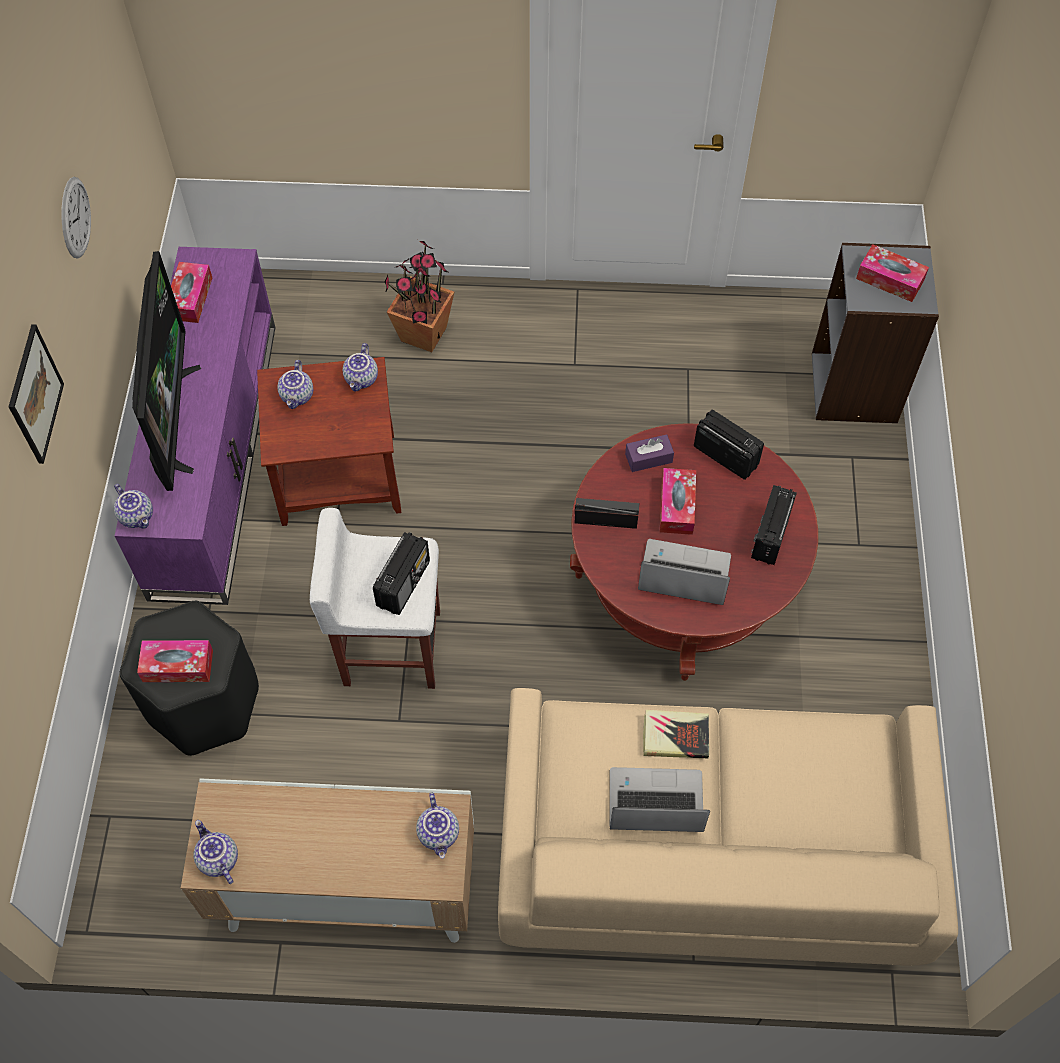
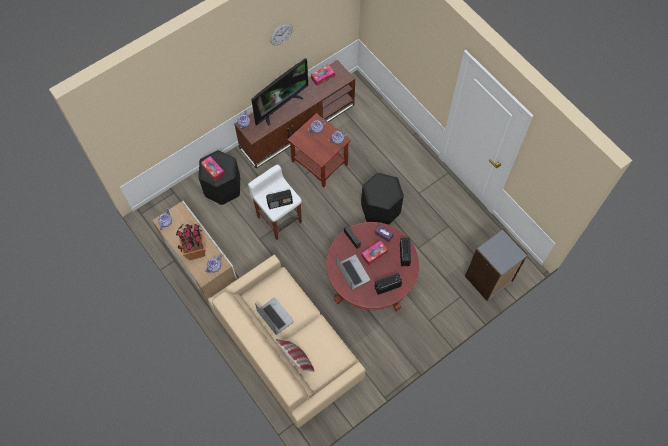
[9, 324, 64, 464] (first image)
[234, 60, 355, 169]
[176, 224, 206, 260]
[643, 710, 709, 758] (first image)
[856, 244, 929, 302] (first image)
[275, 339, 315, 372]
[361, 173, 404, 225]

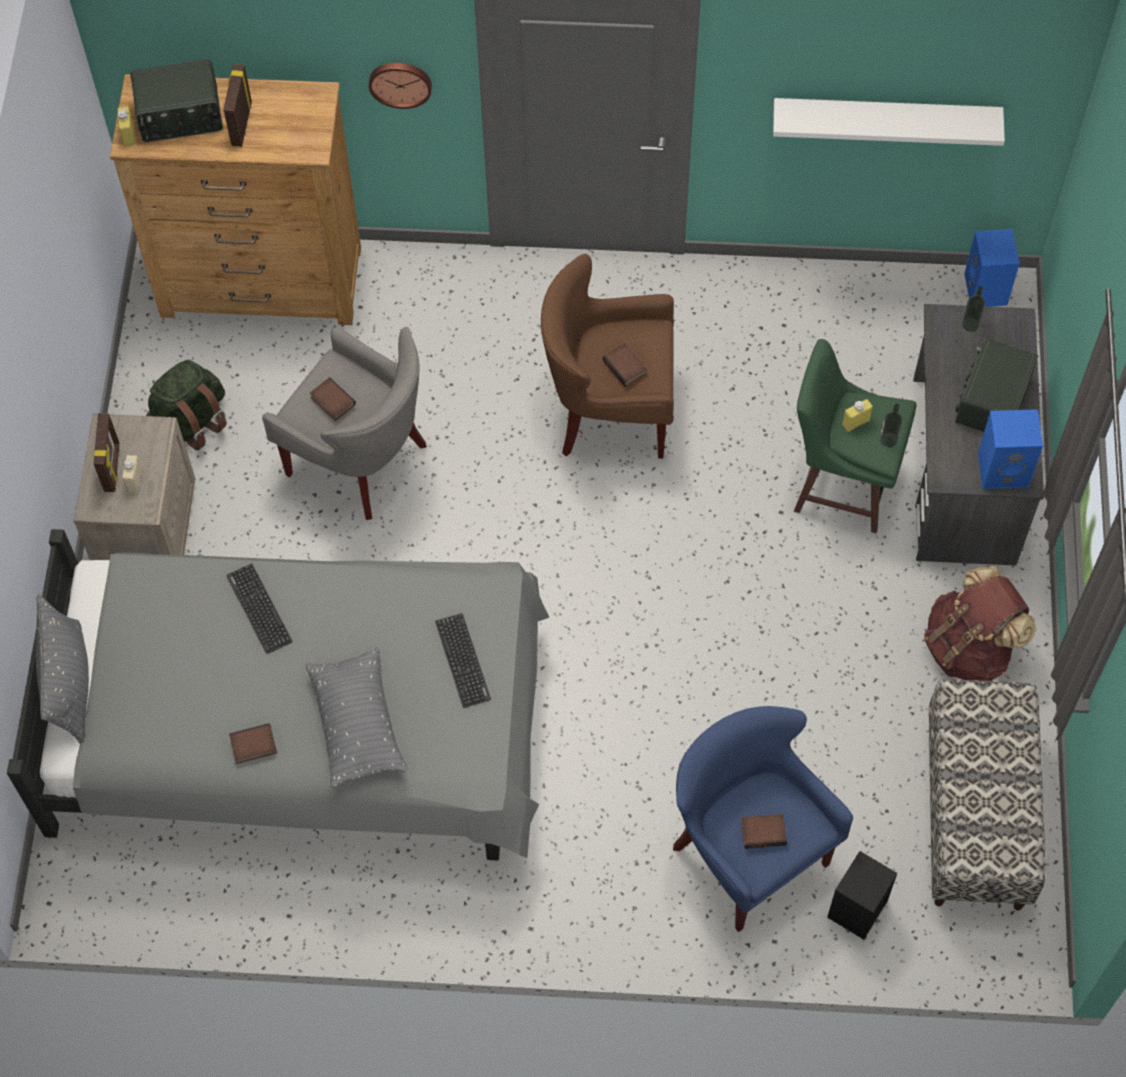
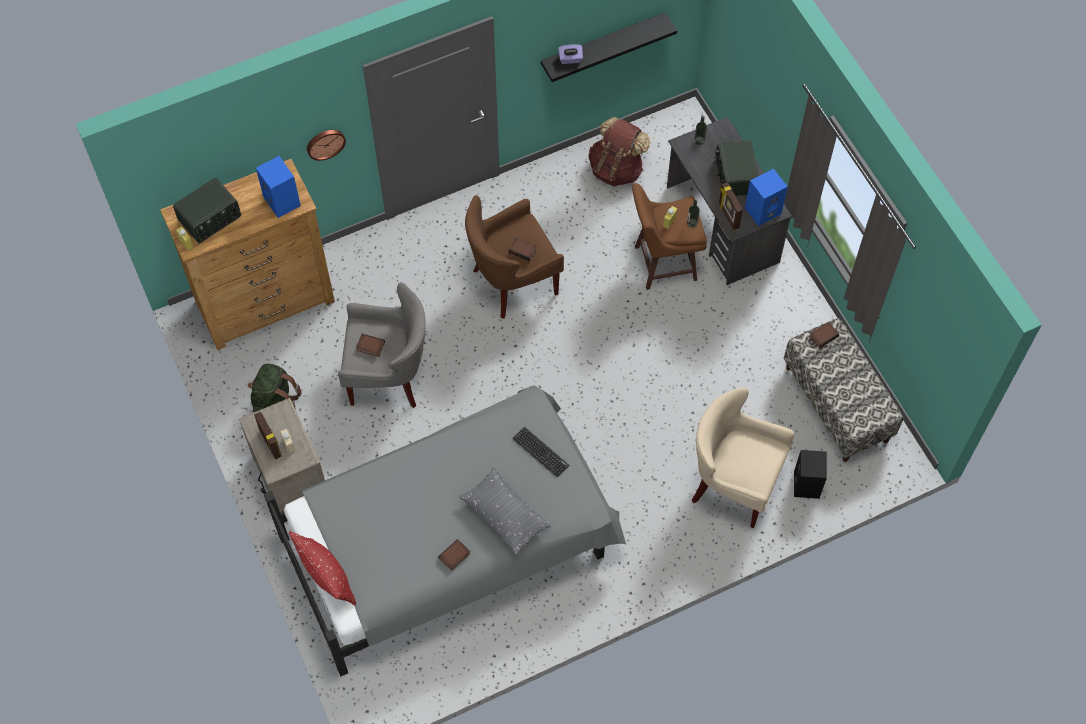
[289, 531, 356, 606]
[719, 182, 743, 230]
[226, 563, 293, 654] (first image)
[692, 387, 794, 528]
[809, 322, 839, 348]
[541, 12, 677, 82]
[632, 183, 707, 290]
[589, 117, 650, 186]
[256, 156, 301, 218]
[558, 44, 583, 64]

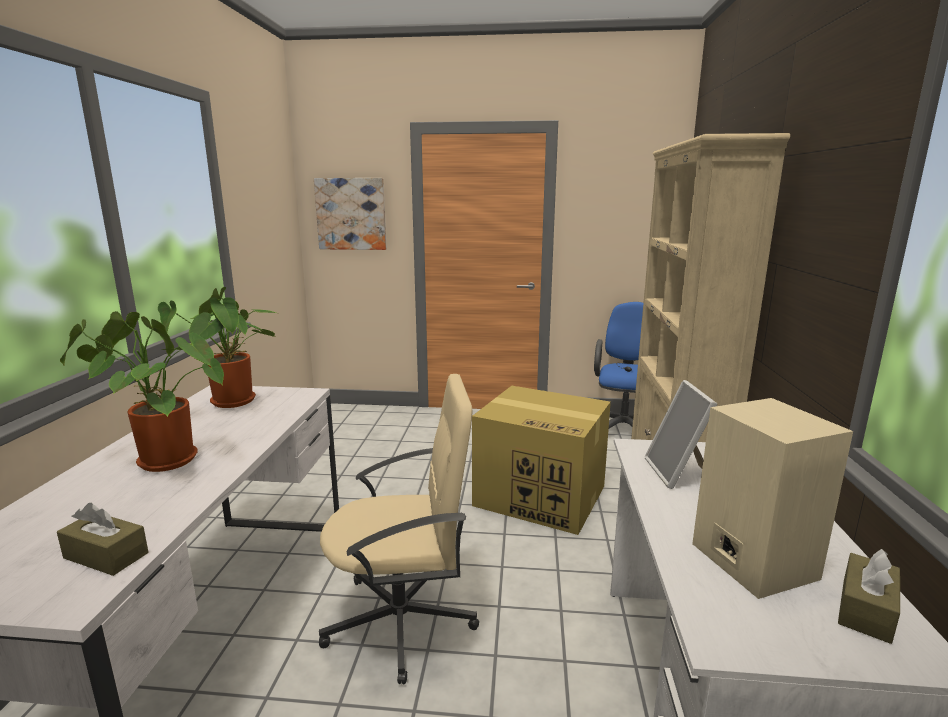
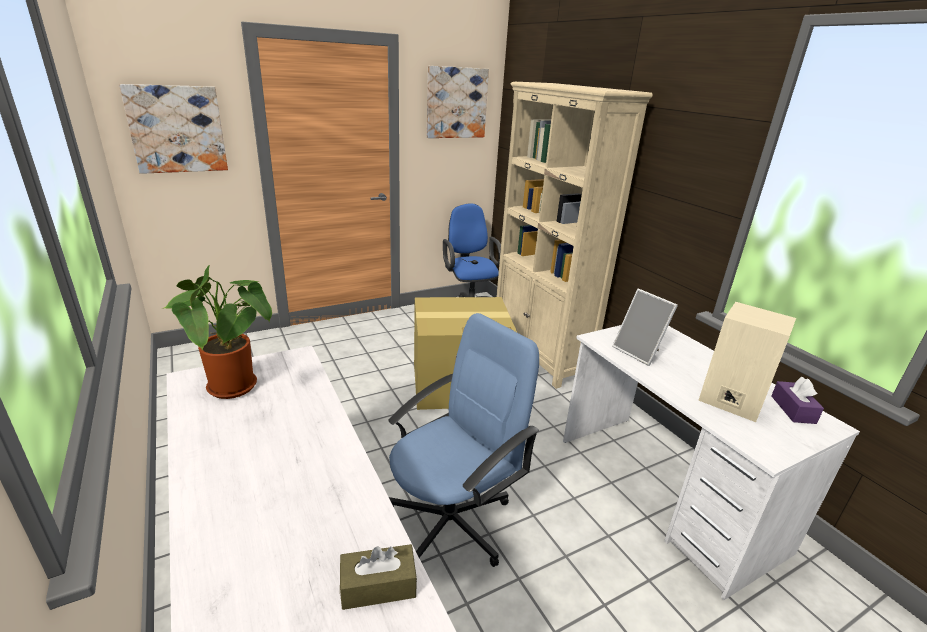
[60, 311, 224, 472] (first image)
[388, 313, 539, 567]
[771, 377, 824, 424]
[427, 66, 489, 138]

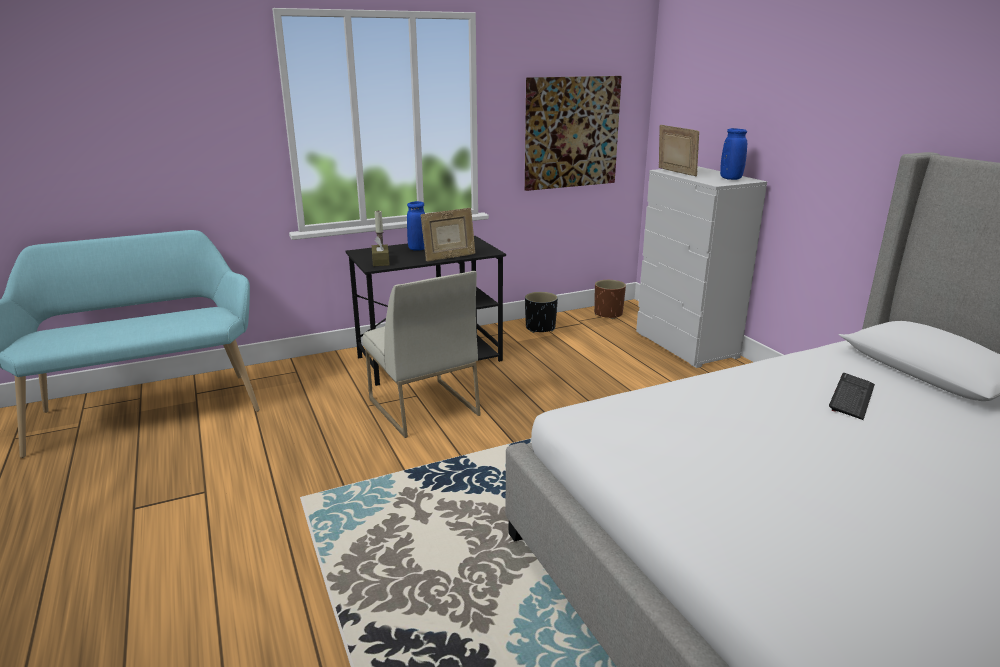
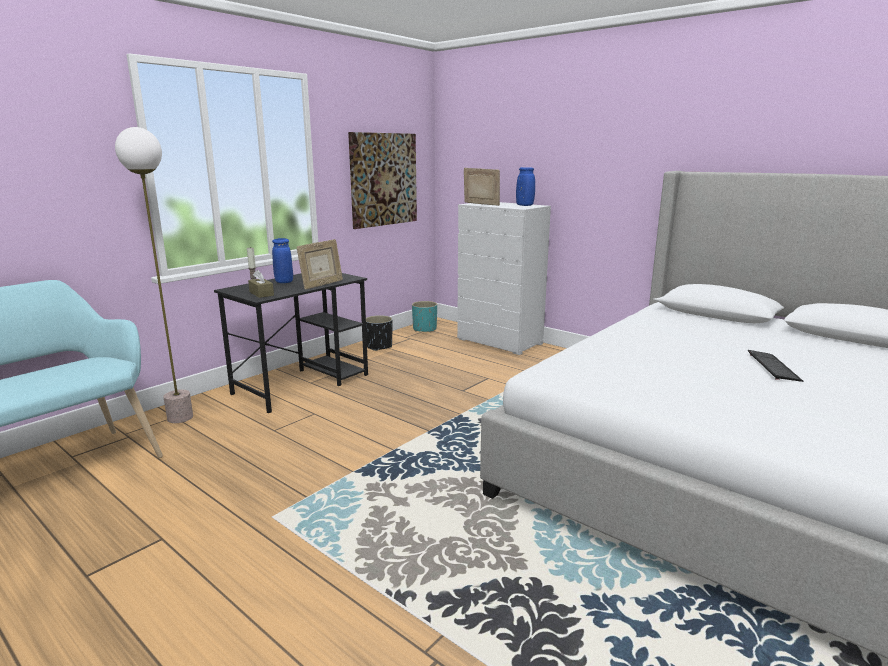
[363, 271, 481, 438] (first image)
[412, 301, 437, 333]
[748, 350, 804, 382]
[115, 127, 193, 423]

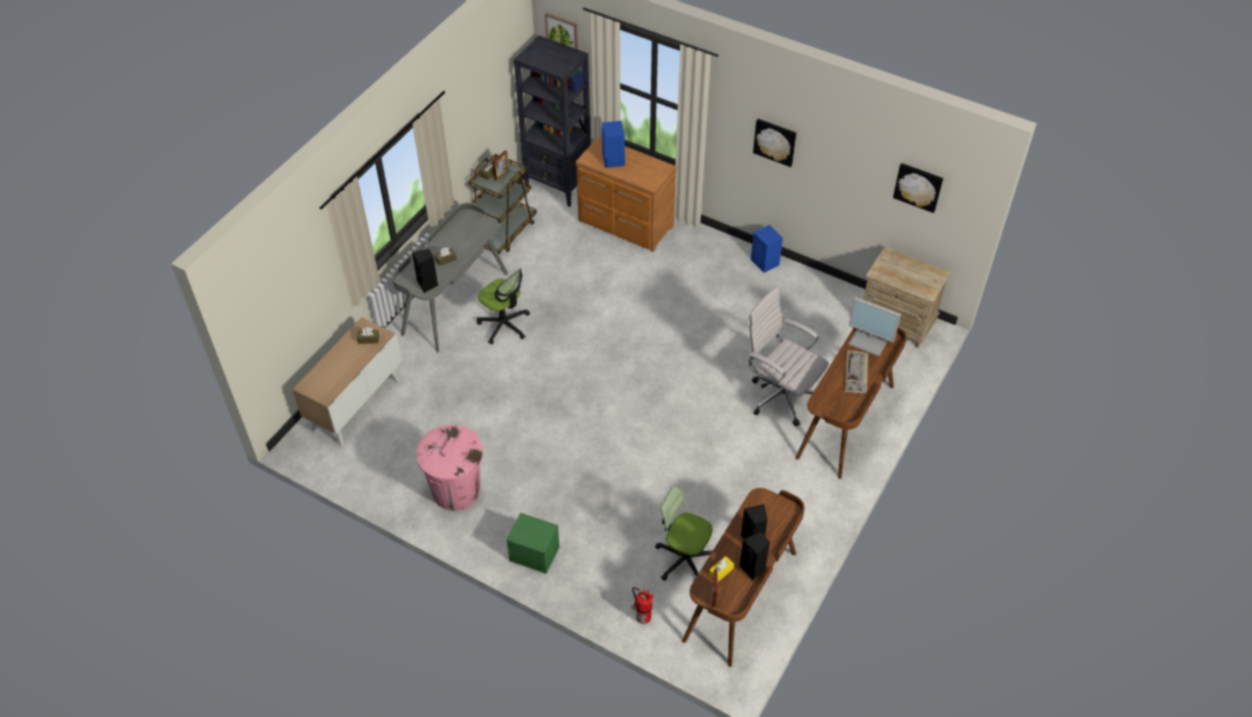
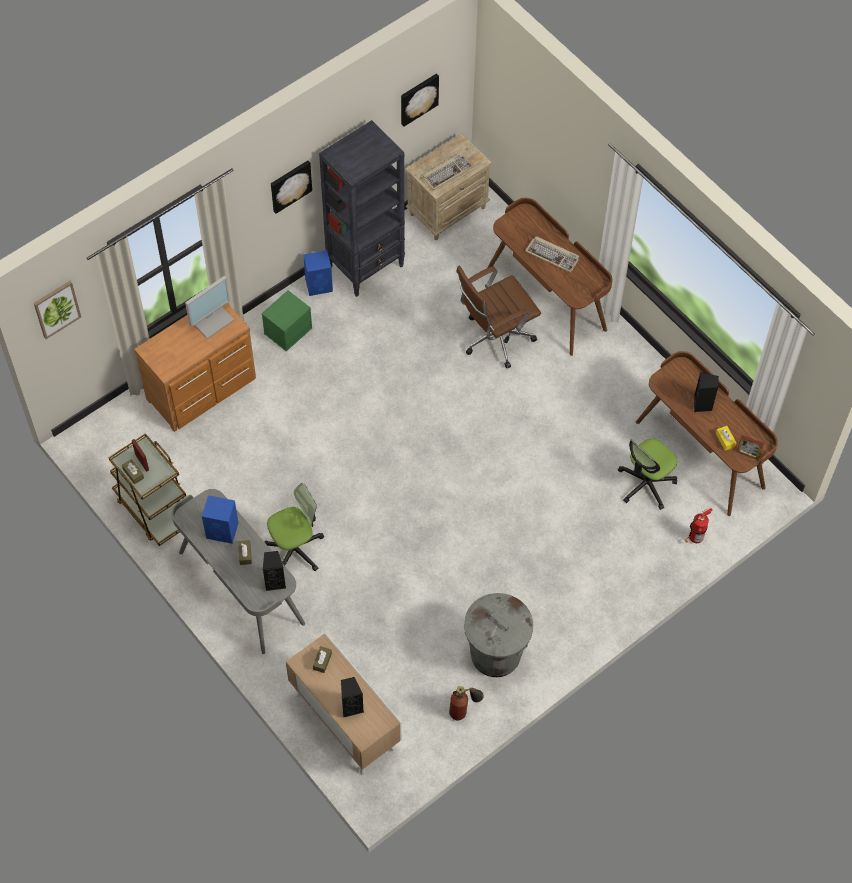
[464, 593, 533, 677]
[261, 290, 312, 351]
[319, 120, 405, 297]
[202, 495, 239, 544]
[341, 677, 364, 718]
[456, 265, 541, 369]
[185, 276, 234, 339]
[423, 153, 474, 190]
[449, 686, 484, 720]

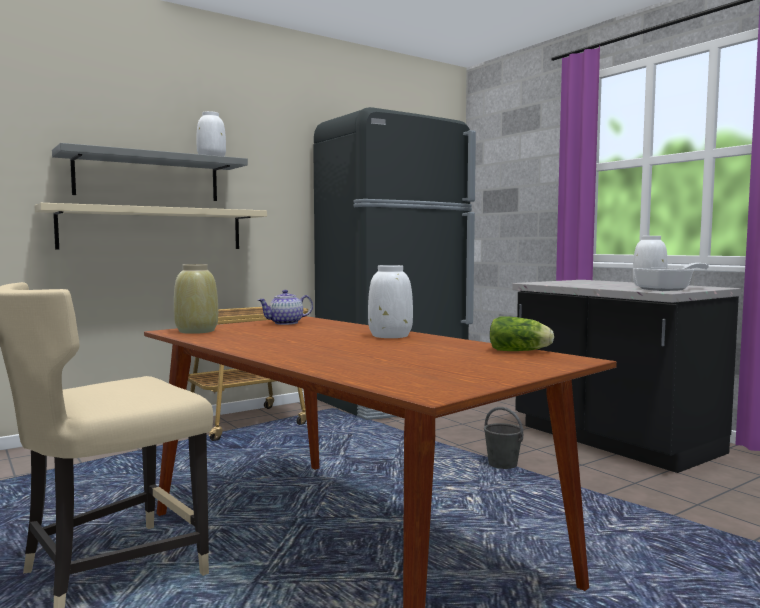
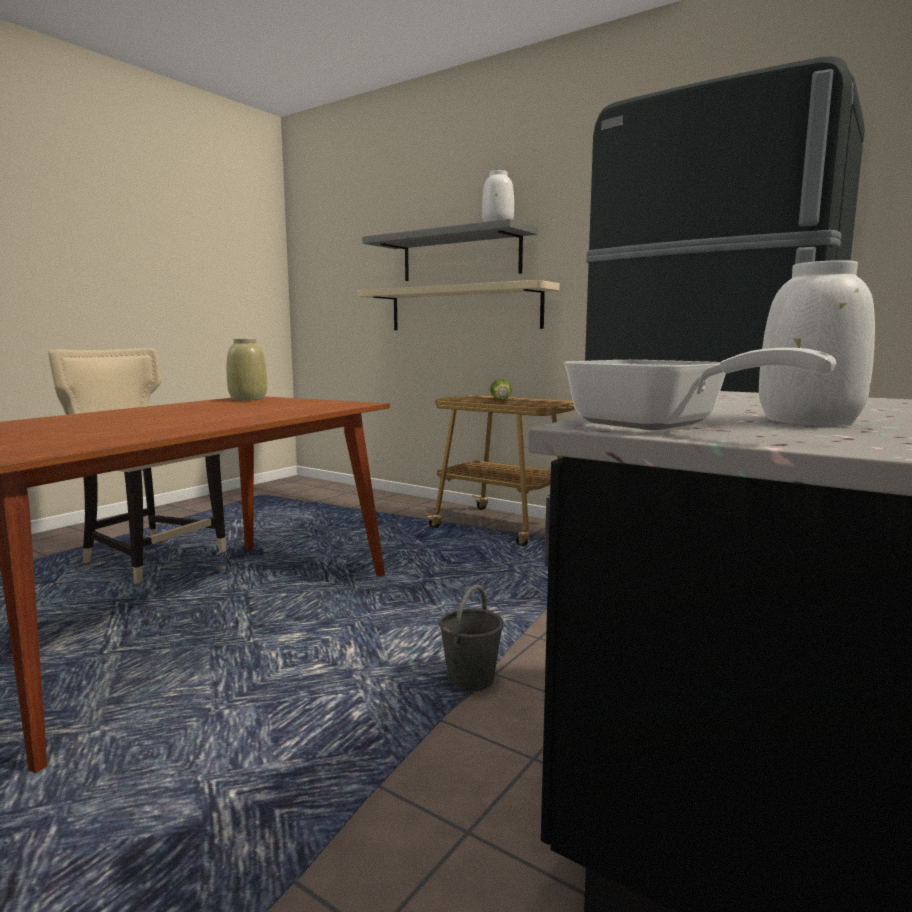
[258, 290, 313, 325] (first image)
[368, 265, 413, 338] (first image)
[490, 379, 512, 400]

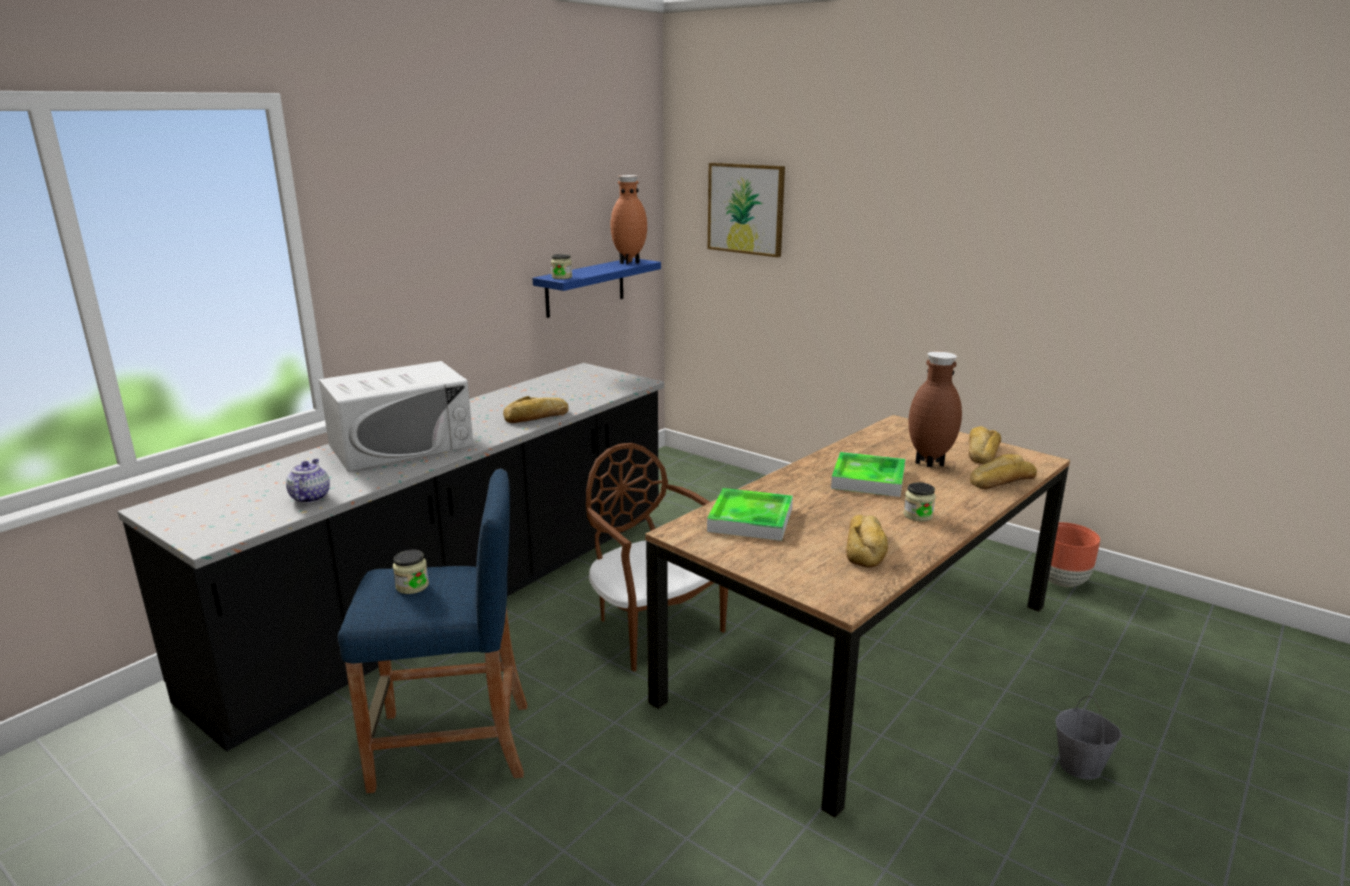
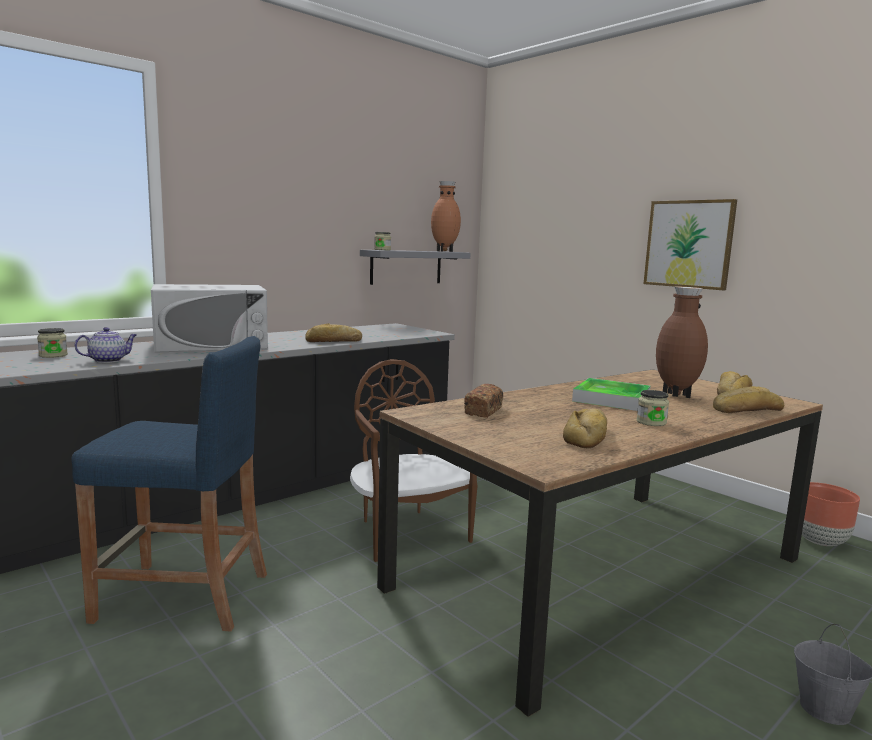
[74, 327, 137, 363]
[37, 328, 68, 358]
[360, 250, 471, 285]
[464, 384, 503, 418]
[643, 199, 737, 290]

